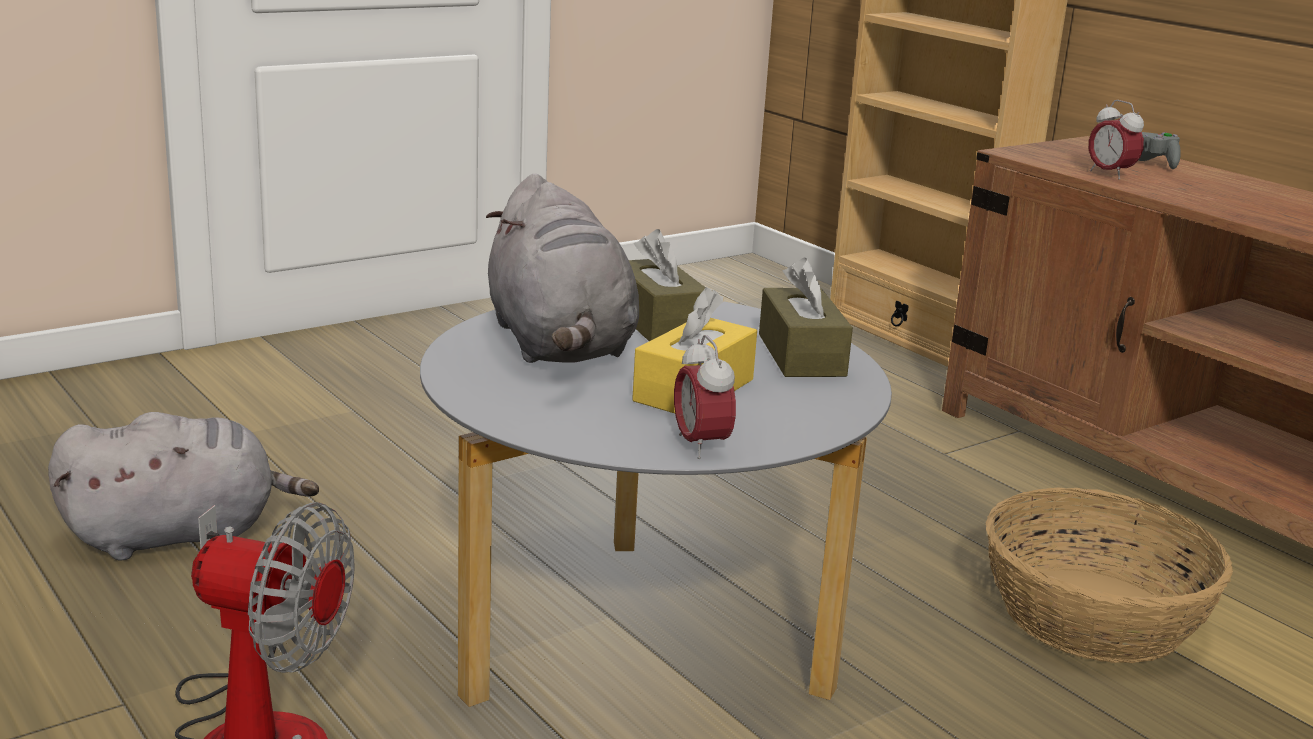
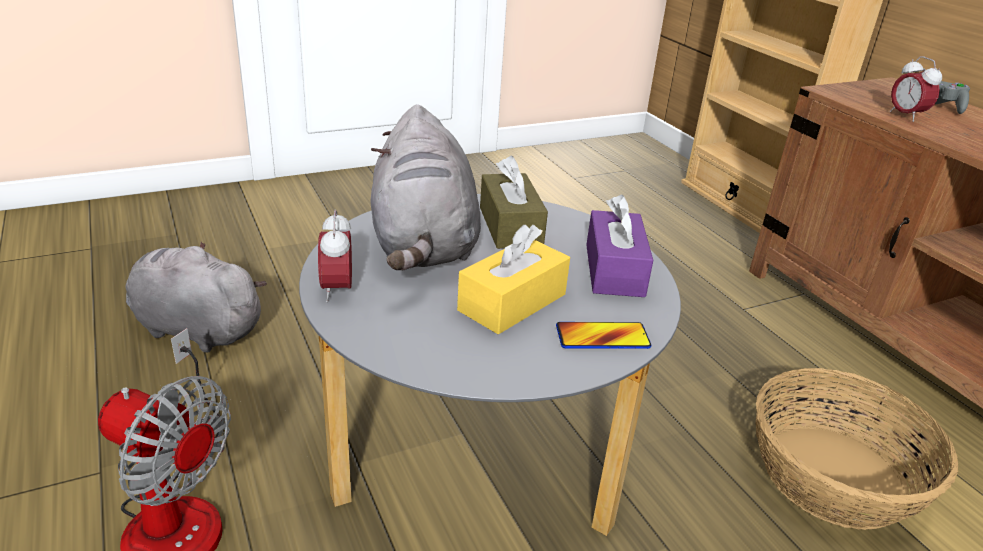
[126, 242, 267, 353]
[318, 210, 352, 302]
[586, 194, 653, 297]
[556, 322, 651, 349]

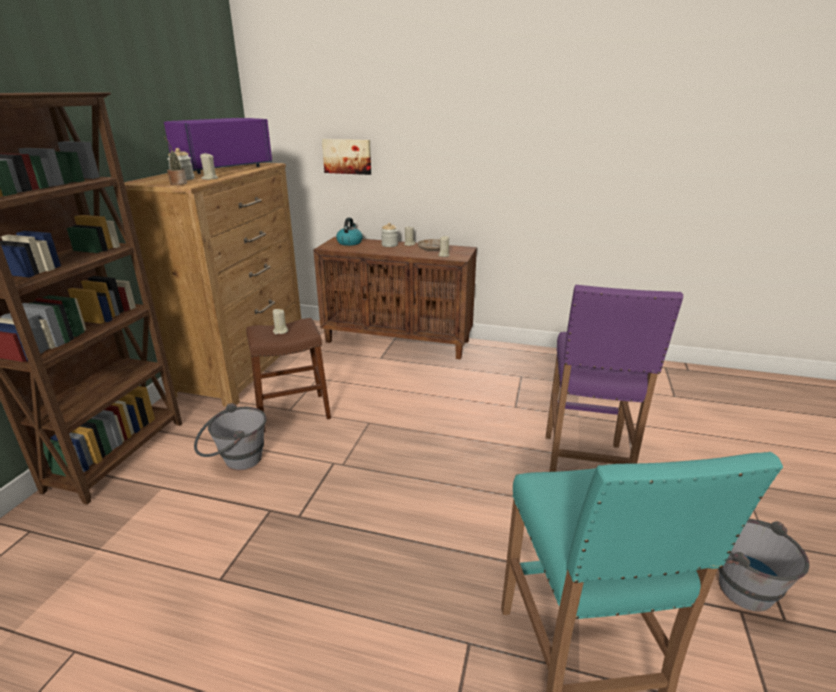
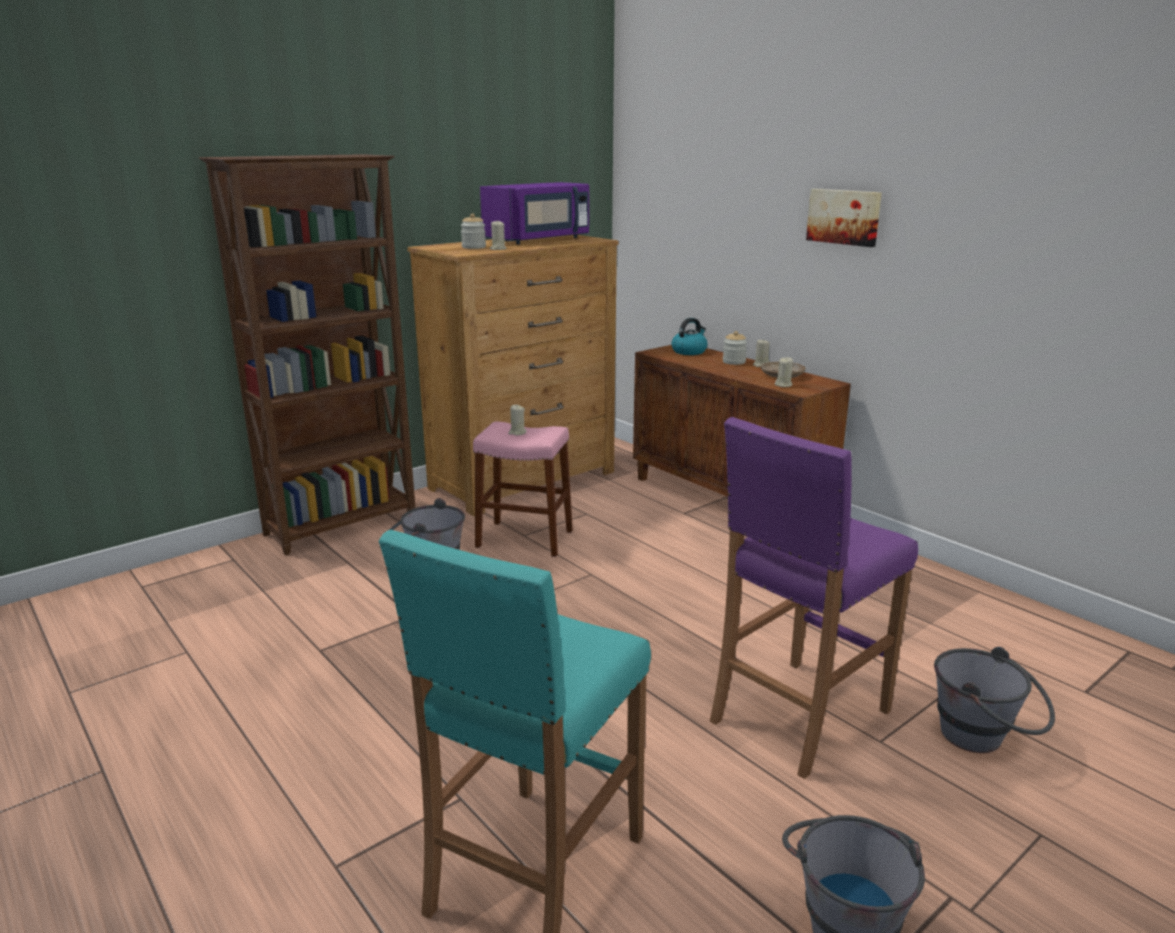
[480, 182, 589, 244]
[164, 137, 187, 185] (first image)
[473, 421, 573, 557]
[806, 189, 882, 247]
[934, 647, 1055, 753]

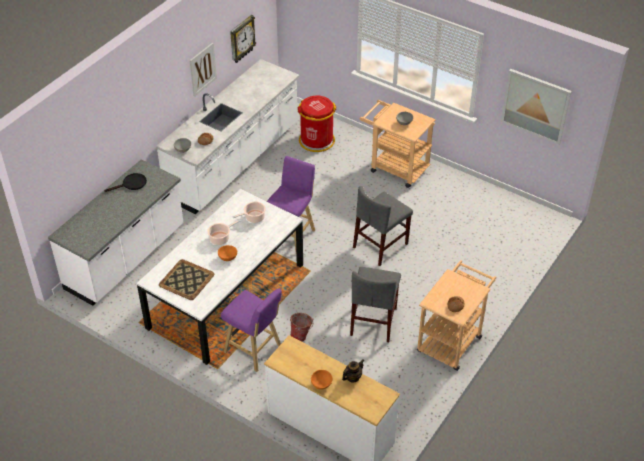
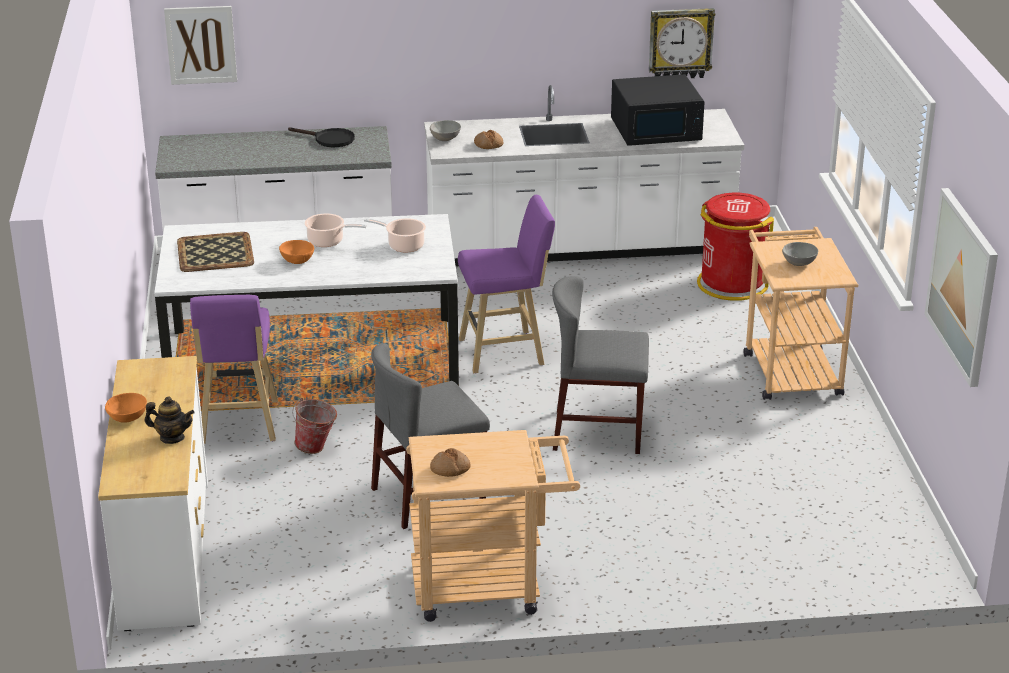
[164, 6, 237, 85]
[611, 74, 705, 146]

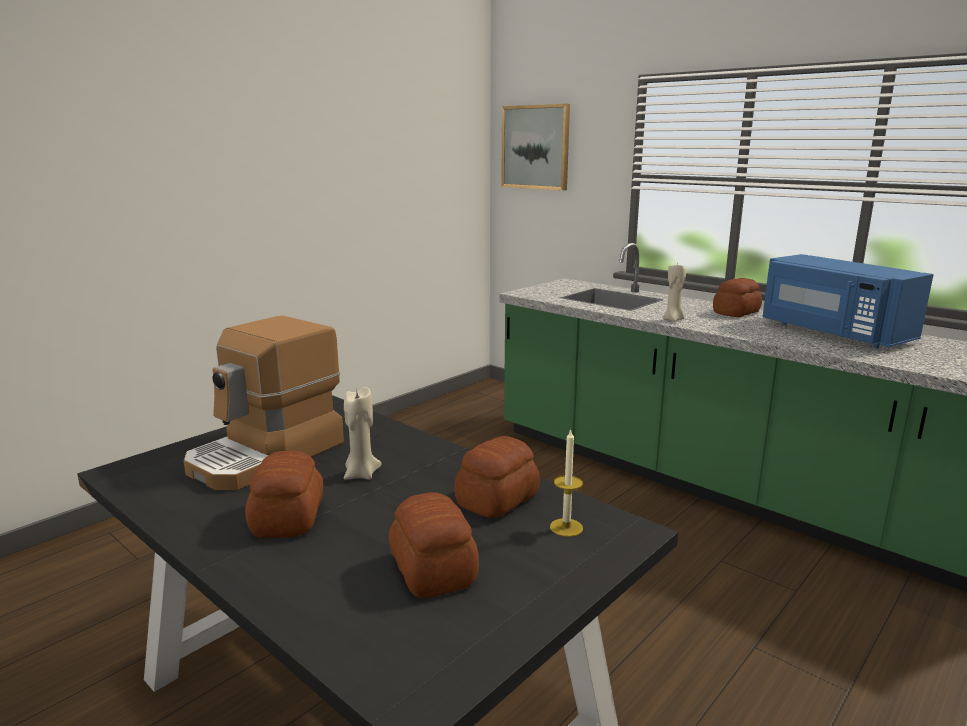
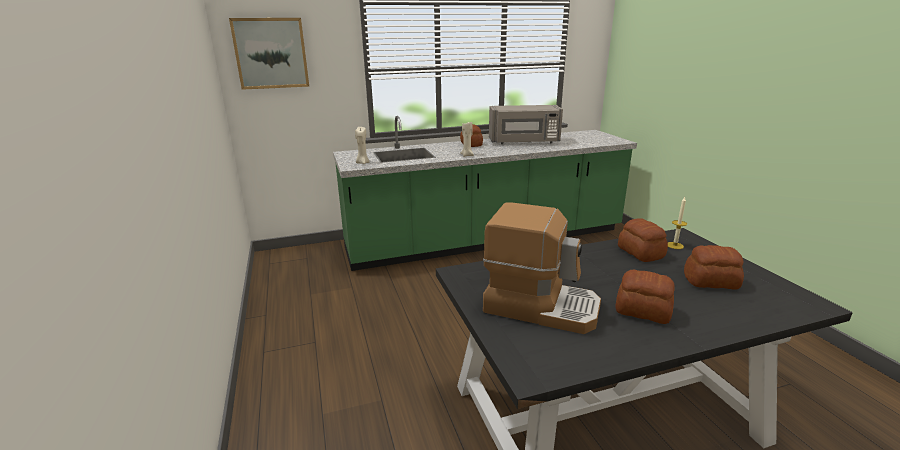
[483, 202, 601, 334]
[355, 127, 370, 164]
[489, 105, 563, 144]

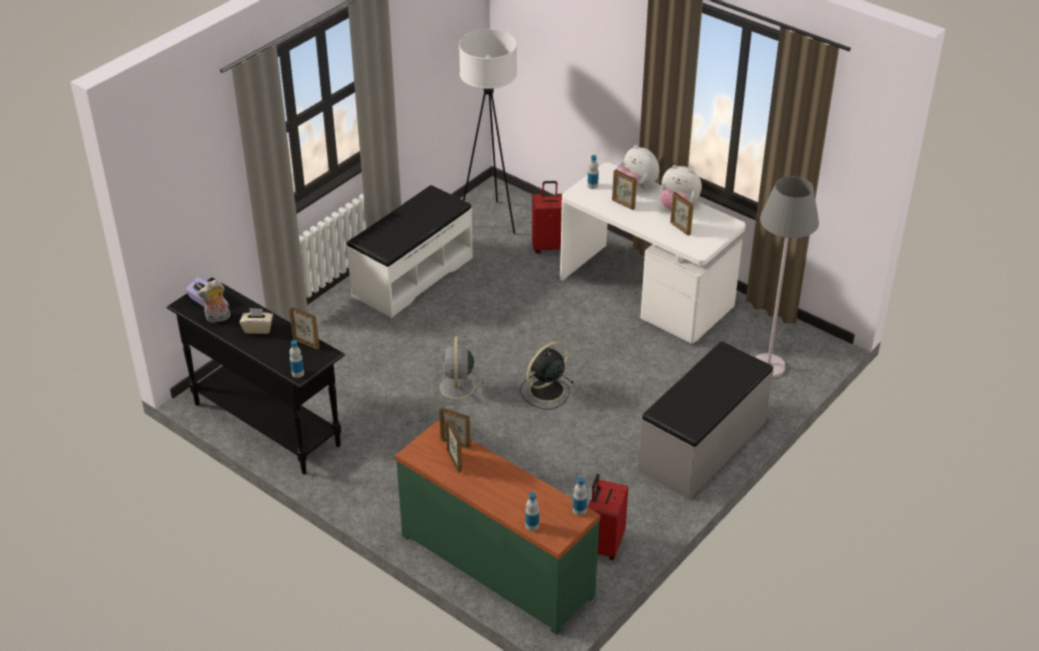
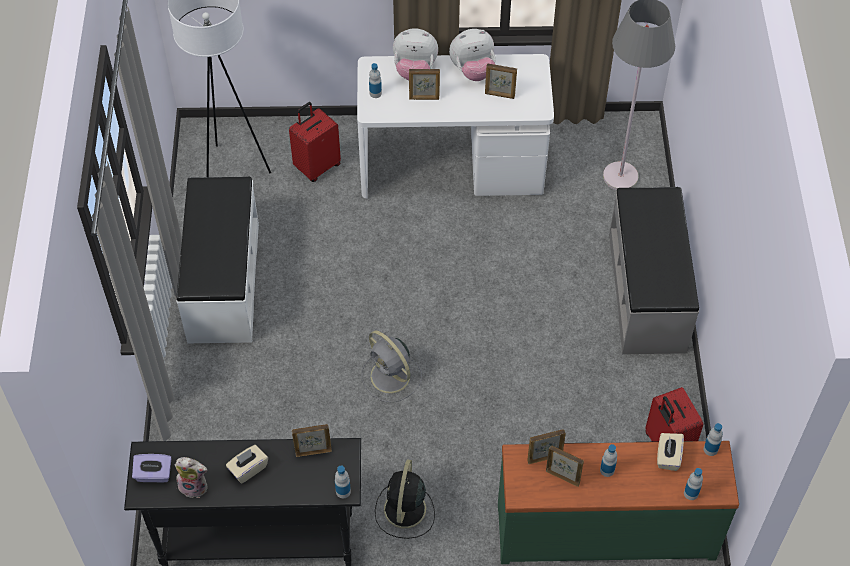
[175, 457, 208, 498]
[375, 459, 435, 539]
[600, 444, 617, 477]
[657, 433, 684, 471]

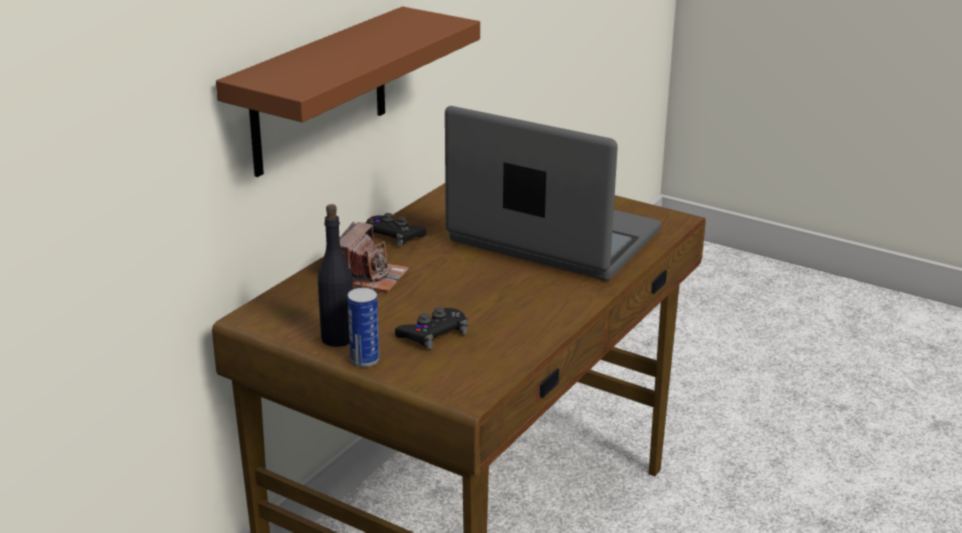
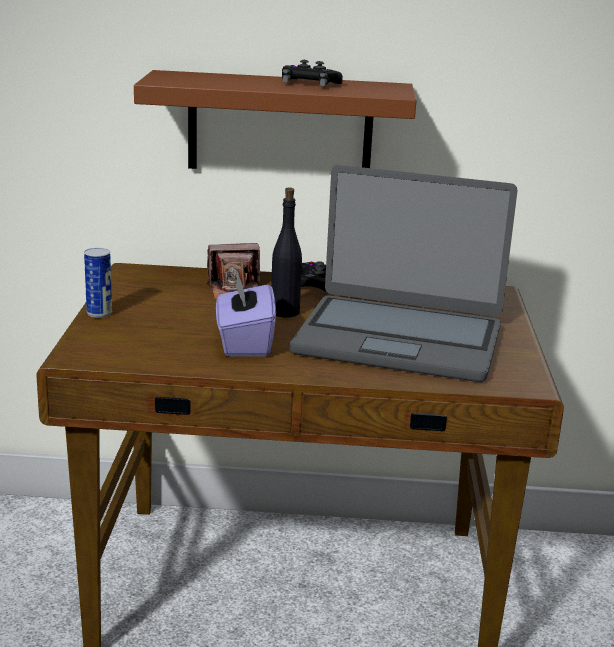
[271, 187, 303, 318]
[282, 60, 343, 87]
[290, 165, 517, 382]
[216, 274, 276, 357]

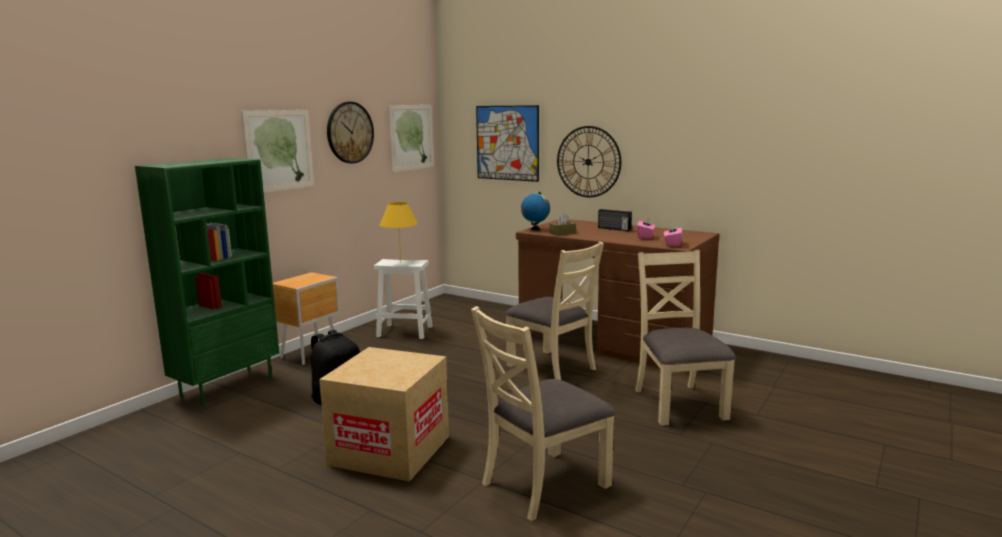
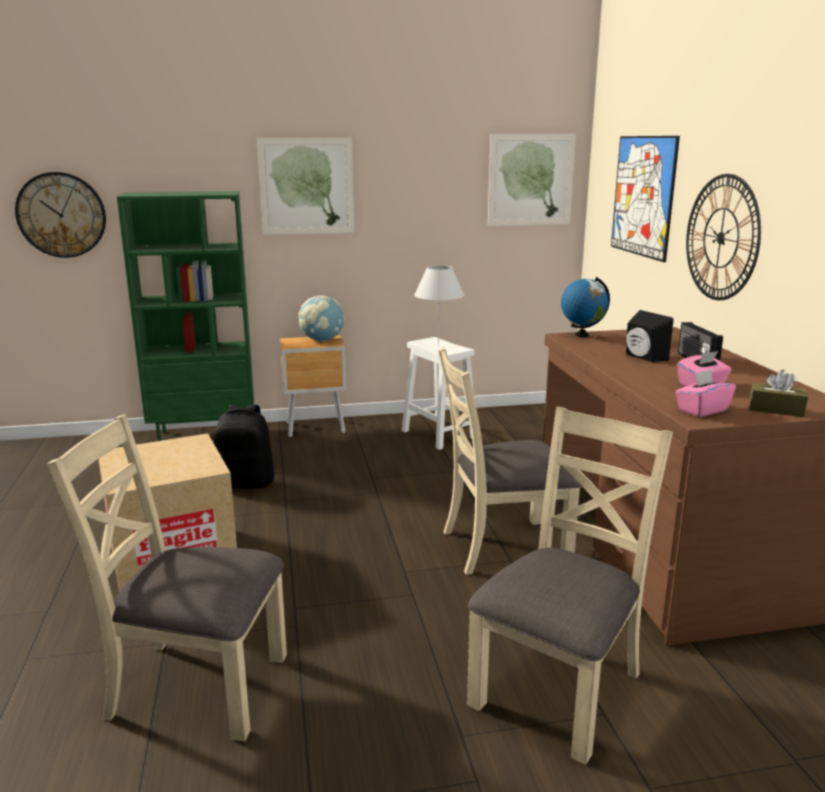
[15, 172, 106, 258]
[414, 265, 464, 346]
[438, 348, 582, 575]
[750, 370, 808, 417]
[299, 295, 345, 342]
[626, 310, 674, 362]

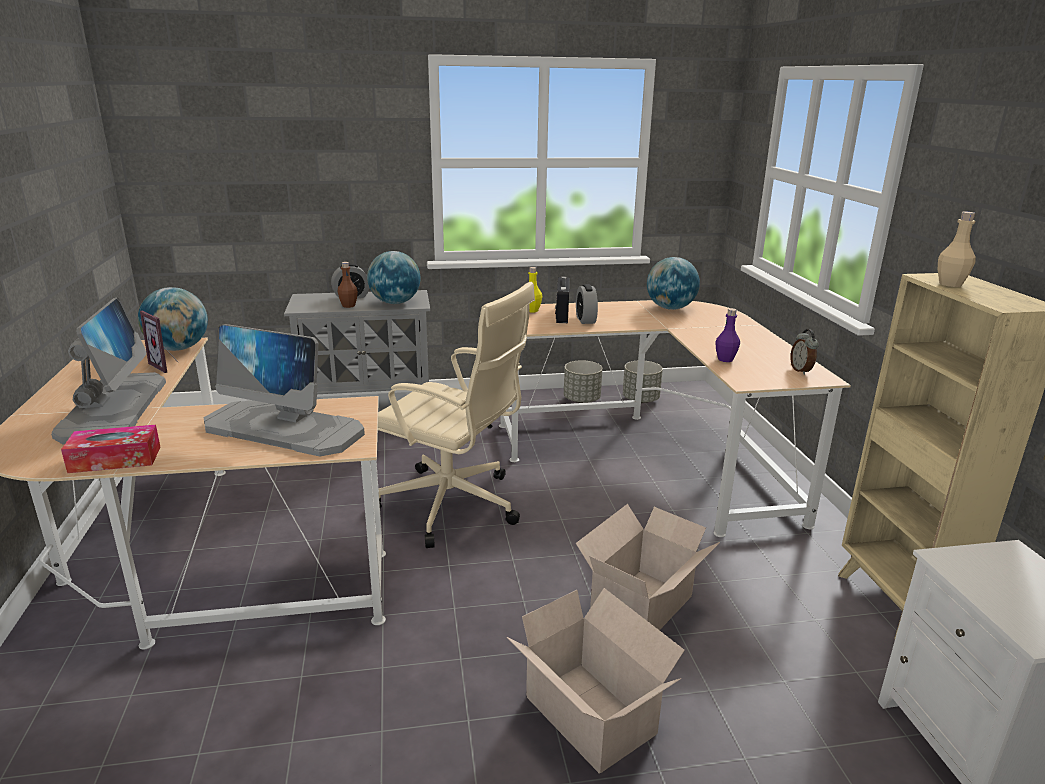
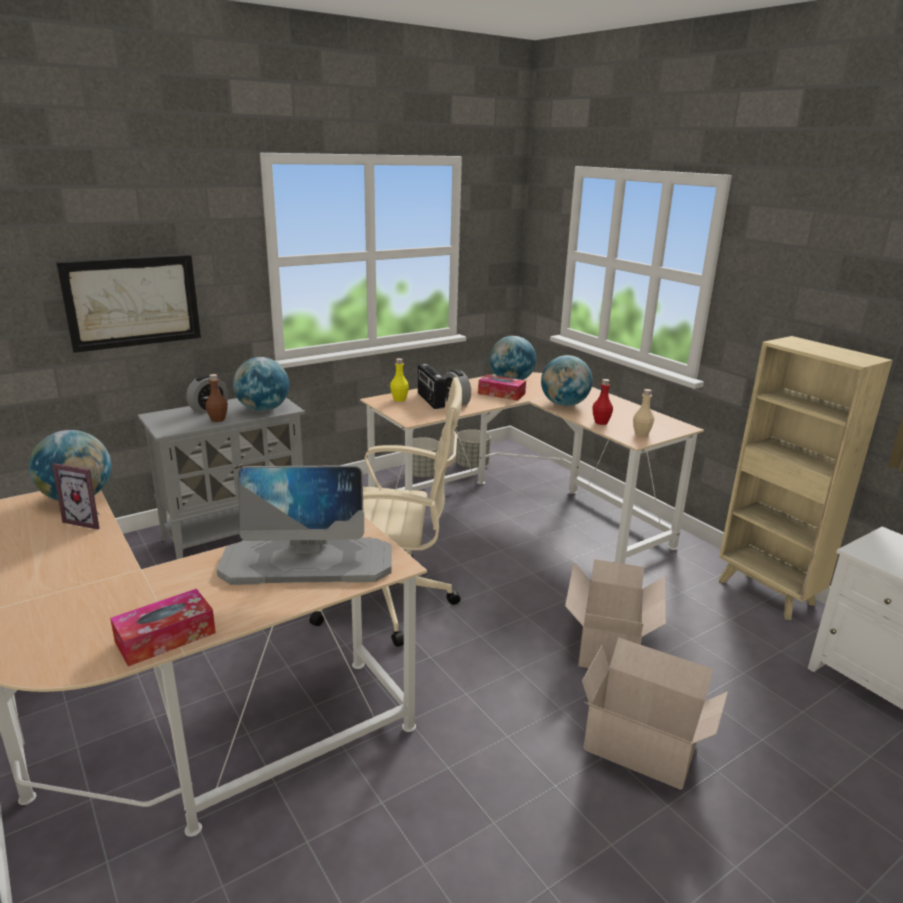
[51, 298, 166, 445] (first image)
[592, 379, 613, 425]
[790, 329, 819, 375] (first image)
[633, 389, 654, 436]
[56, 255, 201, 353]
[478, 374, 526, 401]
[541, 355, 593, 406]

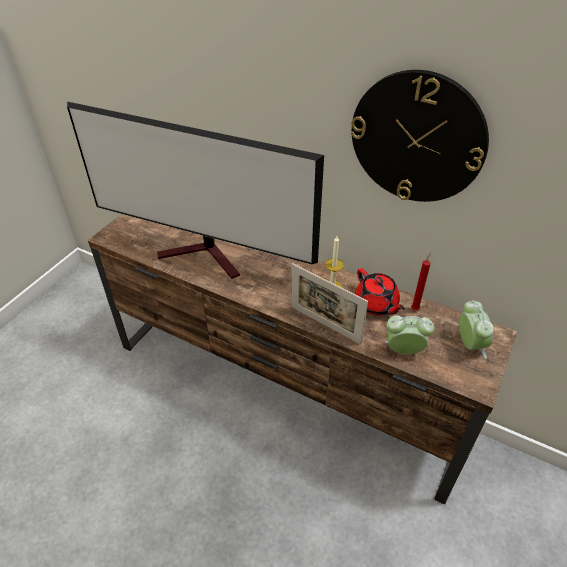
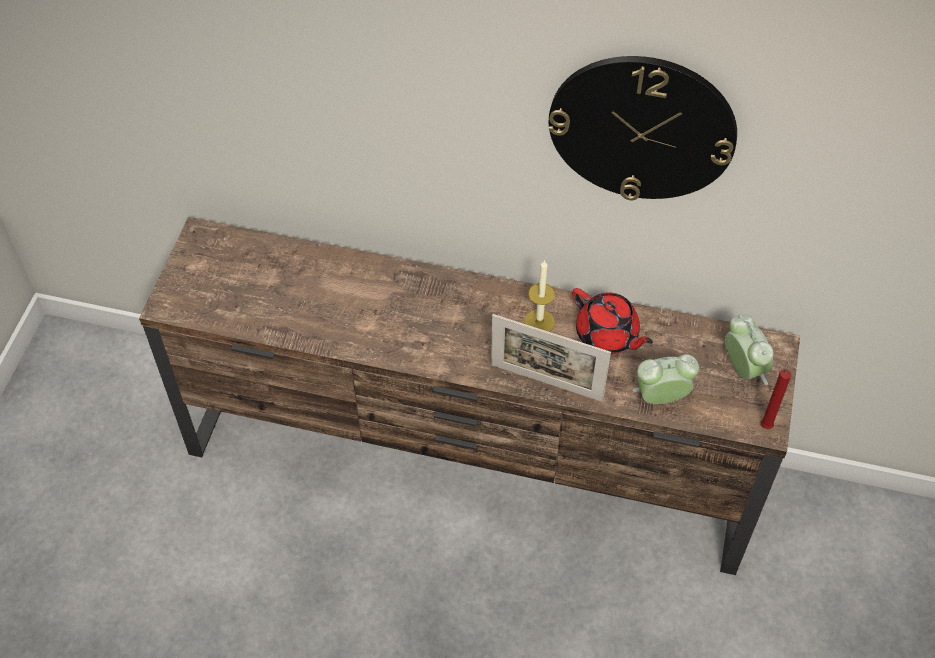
[67, 102, 324, 279] (first image)
[761, 358, 791, 429]

